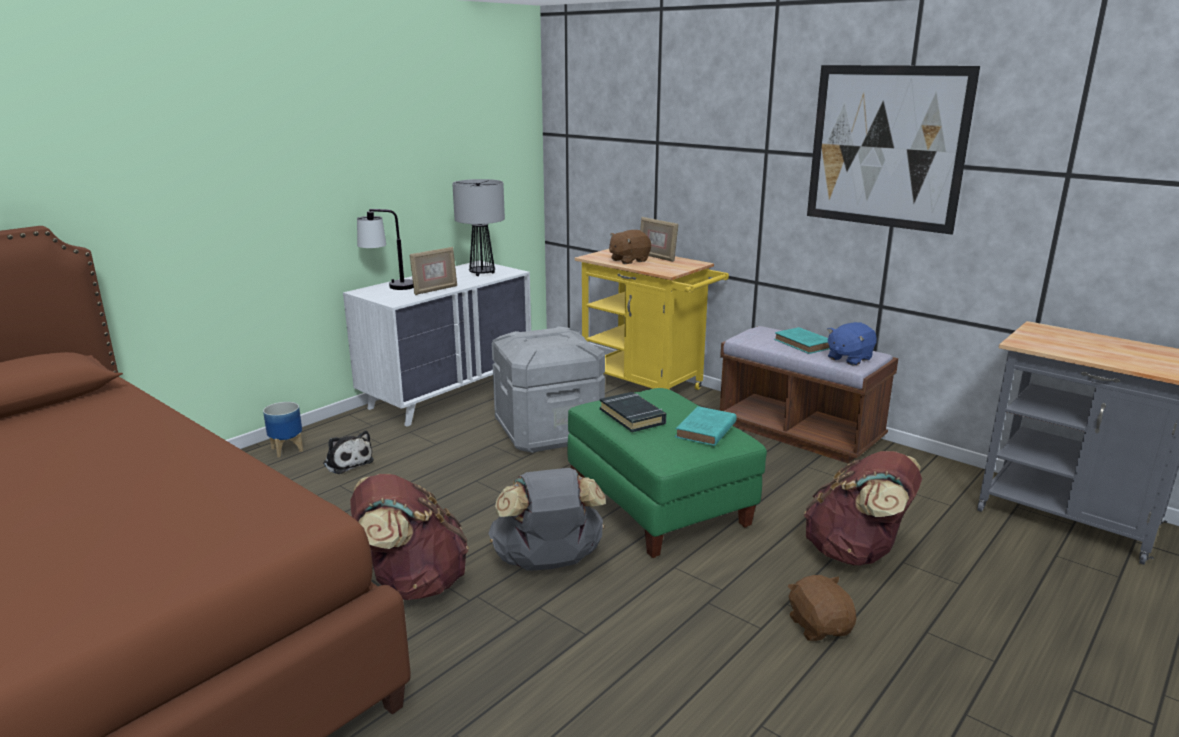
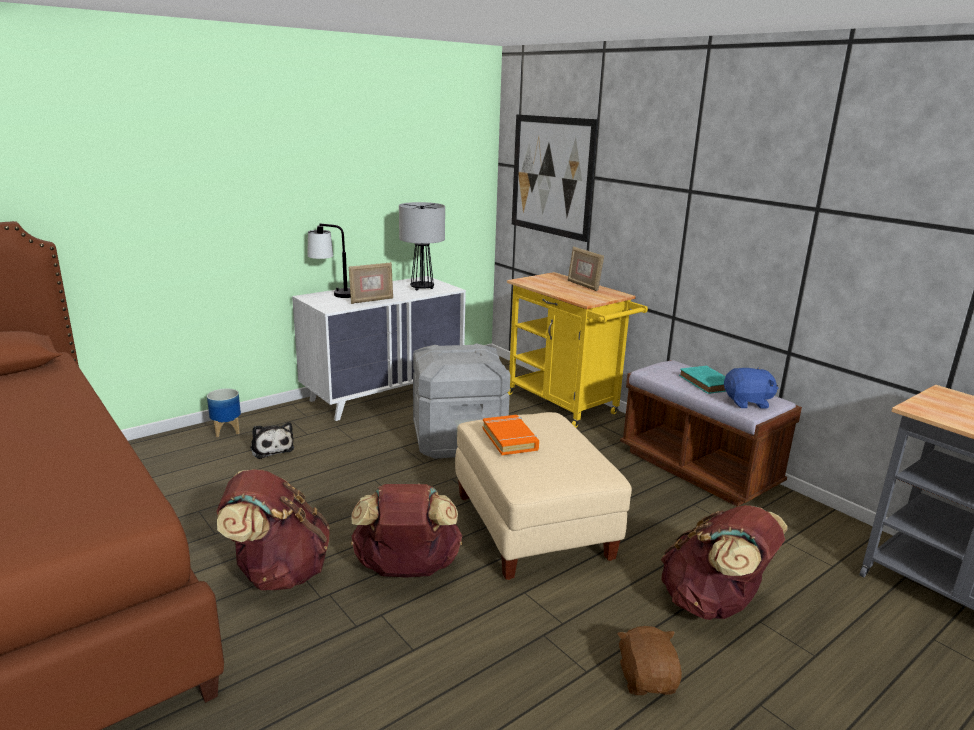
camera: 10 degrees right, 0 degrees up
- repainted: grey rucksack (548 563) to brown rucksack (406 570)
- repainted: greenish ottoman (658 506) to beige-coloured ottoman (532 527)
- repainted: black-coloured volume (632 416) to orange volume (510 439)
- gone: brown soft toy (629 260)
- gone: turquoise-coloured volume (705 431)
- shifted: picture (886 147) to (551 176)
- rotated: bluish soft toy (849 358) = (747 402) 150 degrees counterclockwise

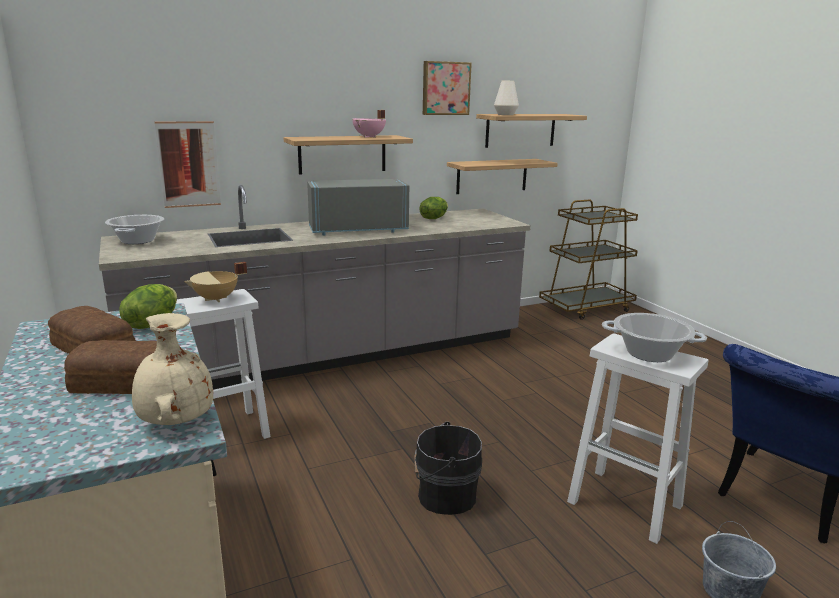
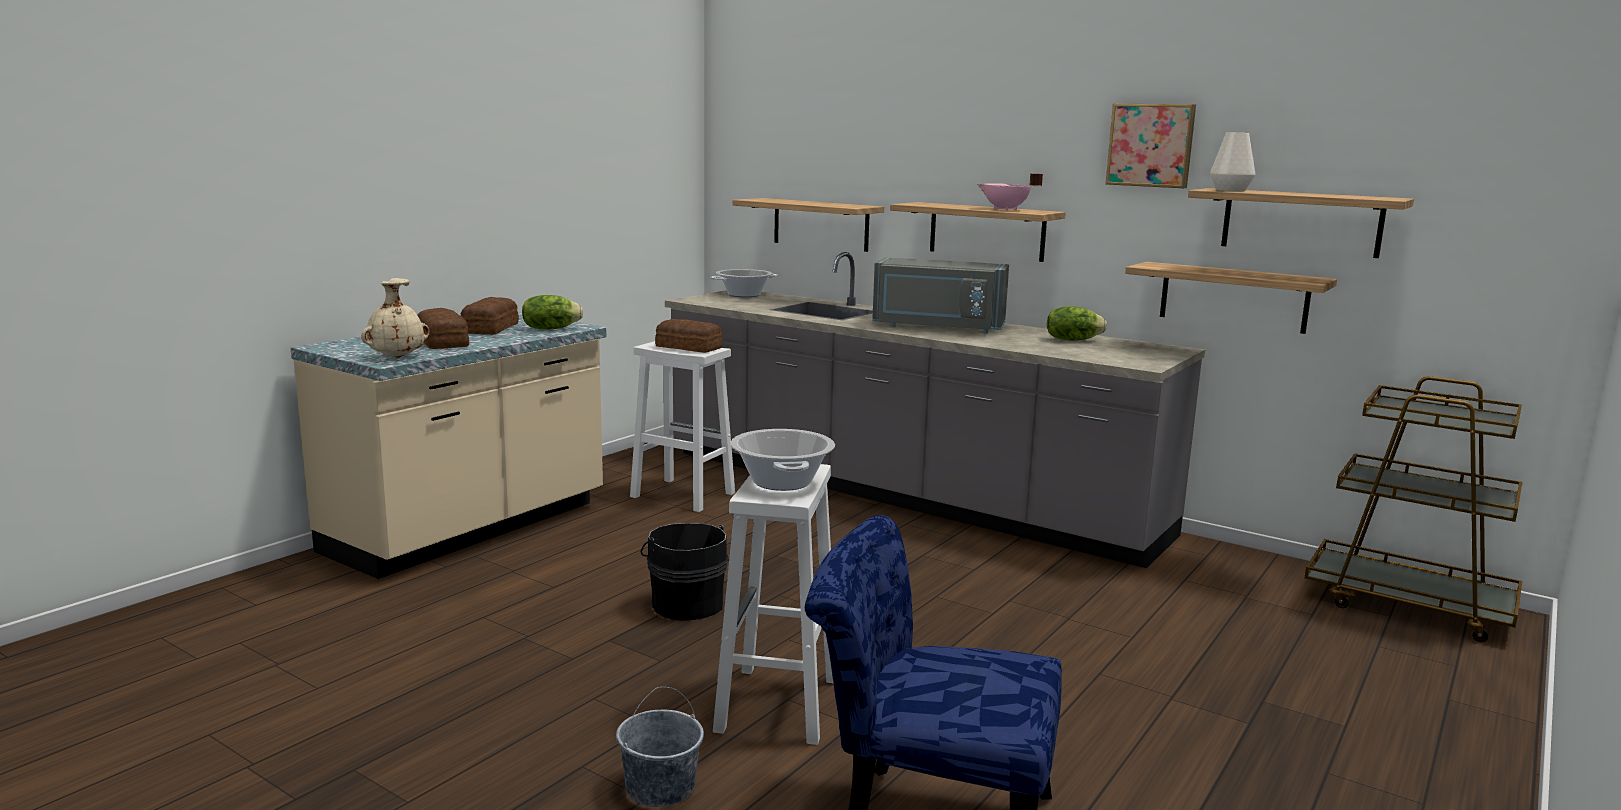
camera: 60 degrees right, 5 degrees down
- swapped: picture (188 164) to shelf (820 224)
- swapped: beige-coloured cooking pot (216 299) to bread (689 347)
- rotated: grey kitchen microwave (357 229) = (937 327) 150 degrees clockwise

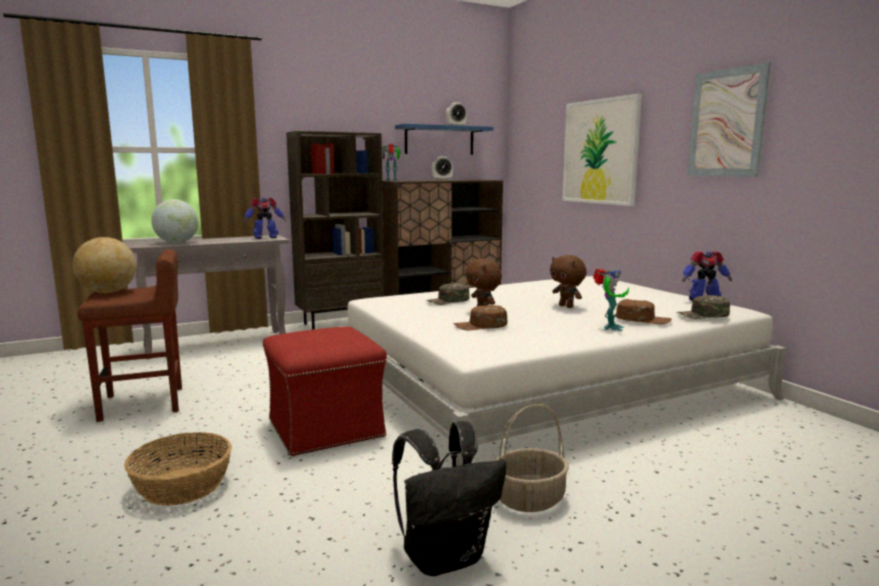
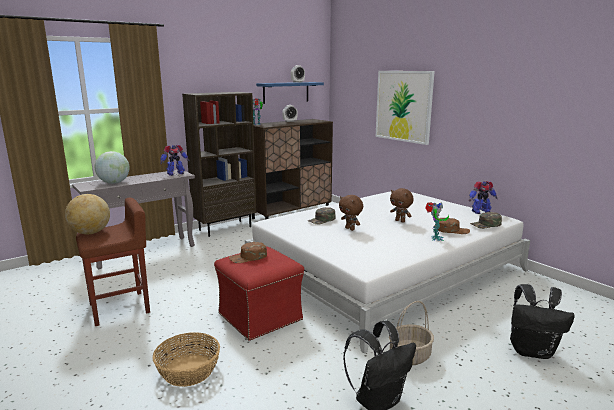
camera: 10 degrees left, 5 degrees up
- shifted: brown peaked cap (480 325) to (248 257)
- gone: picture (727 123)
- new: black-coloured rucksack (532 351)

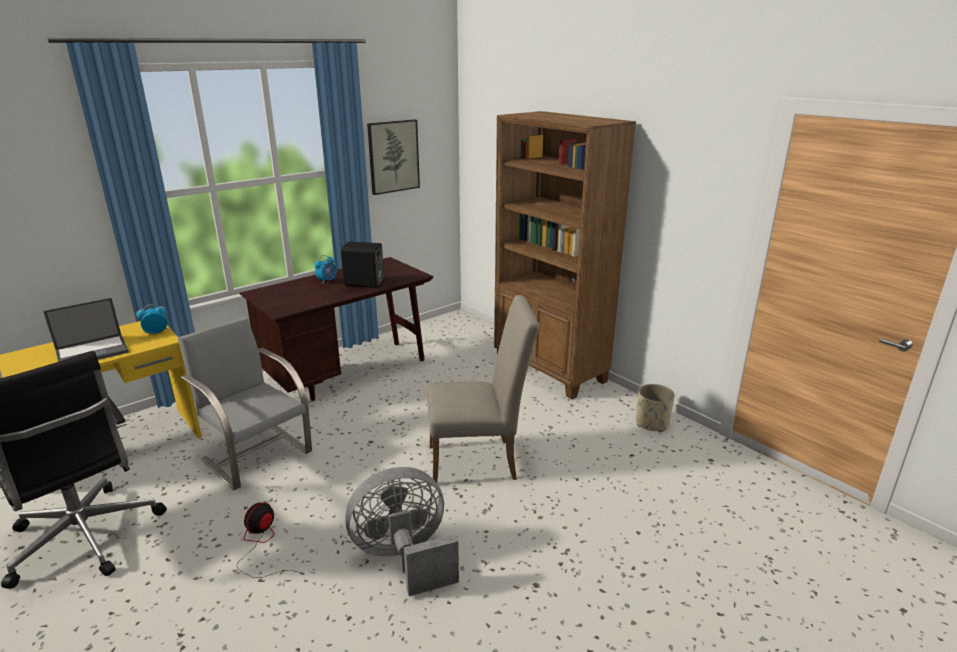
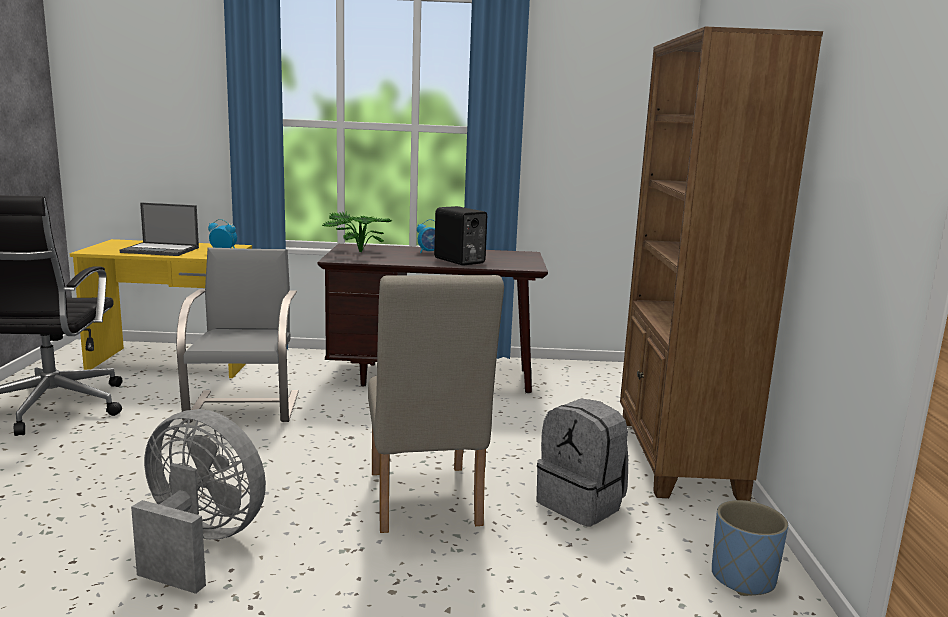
camera: 40 degrees right, 10 degrees down
- gone: electric fan (262 546)
- gone: picture (393 156)
- rotated: beige-coloured plain chair (479 461) = (424 504) 45 degrees clockwise
- repainted: beige-coloured planter (652 423) to bluish planter (743 578)
- new: houseplant (356 252)
- new: grey rucksack (581 504)

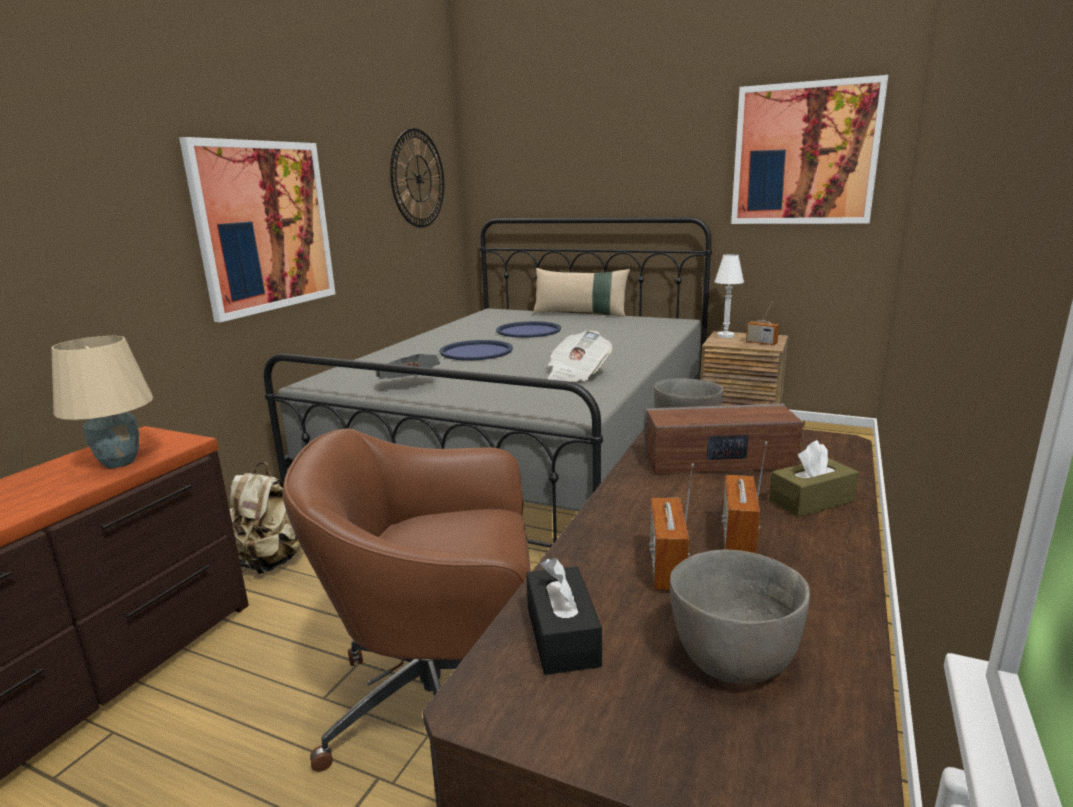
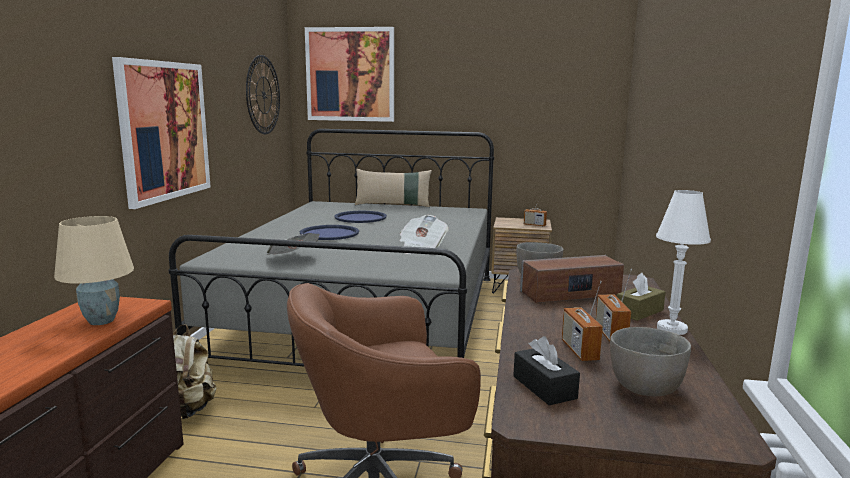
camera: 15 degrees left, 5 degrees down
- shifted: whitish tabletop lamp (725 336) to (672 329)
- shifted: picture (804 154) to (350 74)

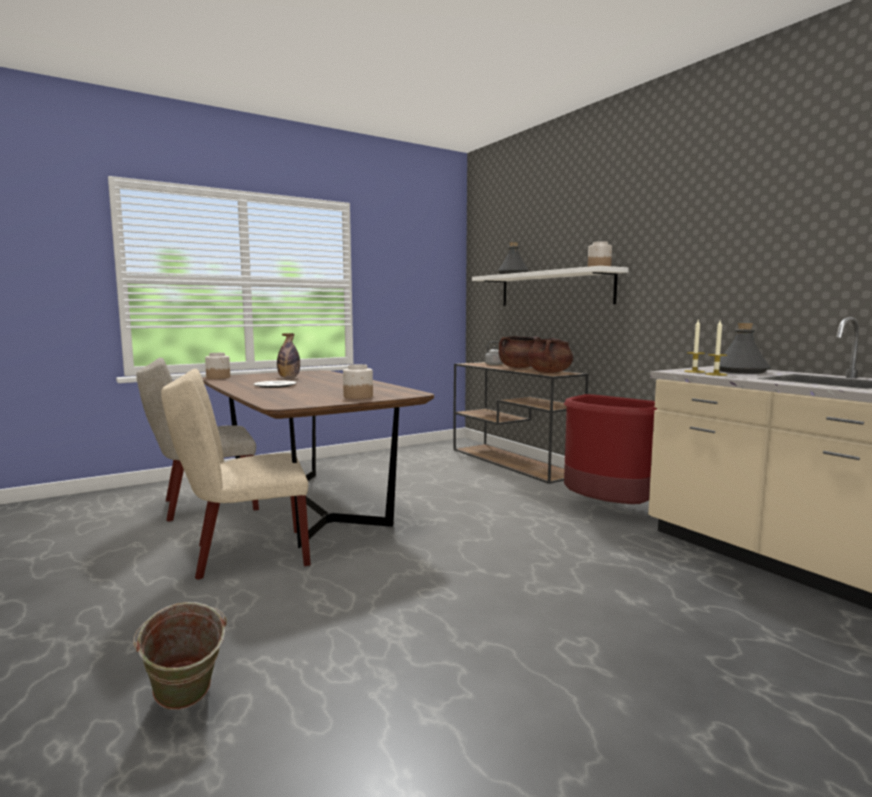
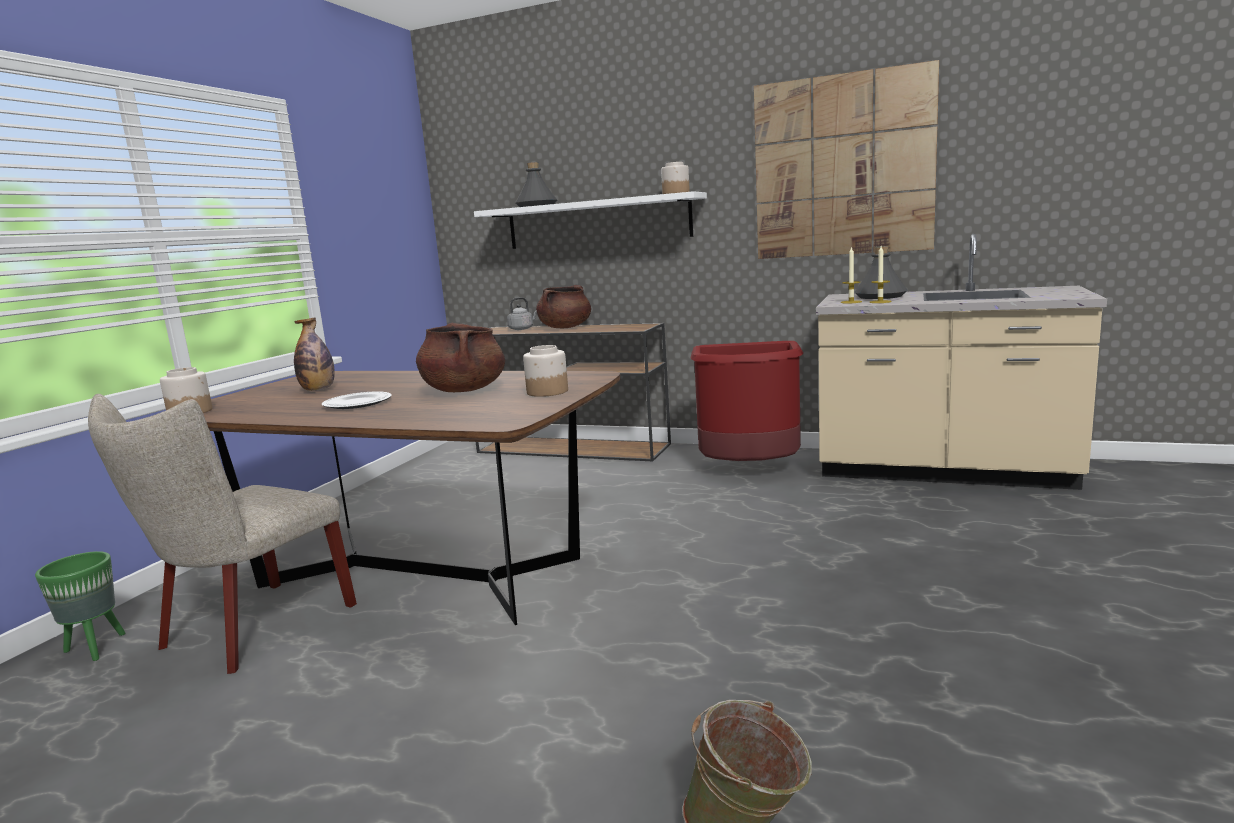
camera: 35 degrees left, 5 degrees up
- gone: beige-coloured plain chair (243 555)
- shifted: brown cooking pot (549 372) to (464 390)
- new: greenish planter (95 648)
- new: picture (842 166)

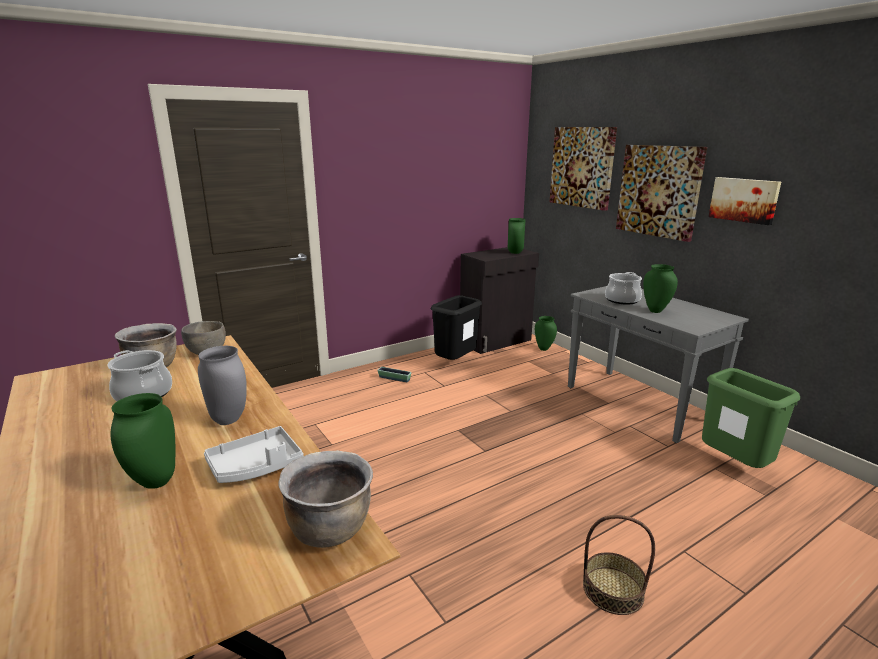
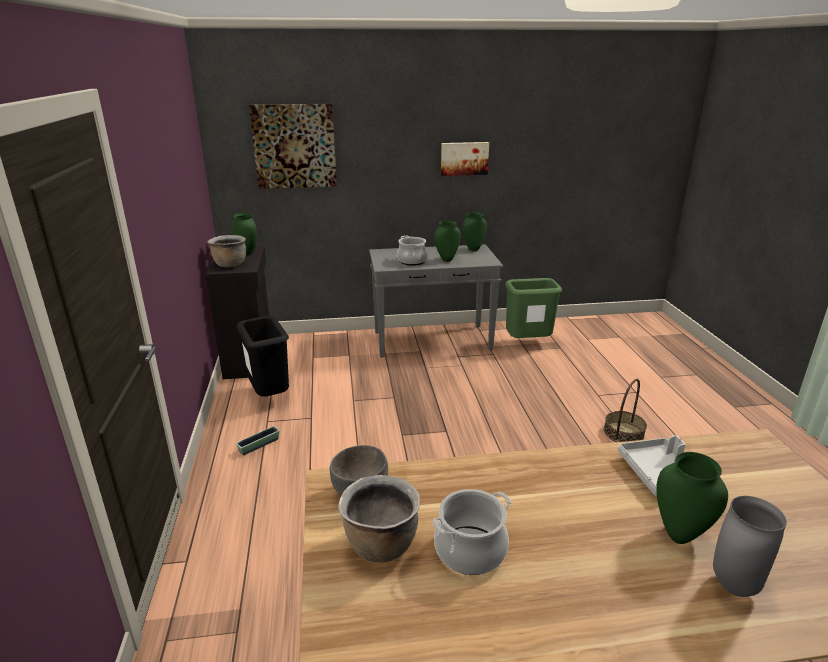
camera: 65 degrees left, 5 degrees up
- shifted: grey vase (230 420) to (732 585)
- shifted: brown cooking pot (330 529) to (230 265)
- shifted: greenish vase (543 349) to (473 250)
- gone: picture (659 191)

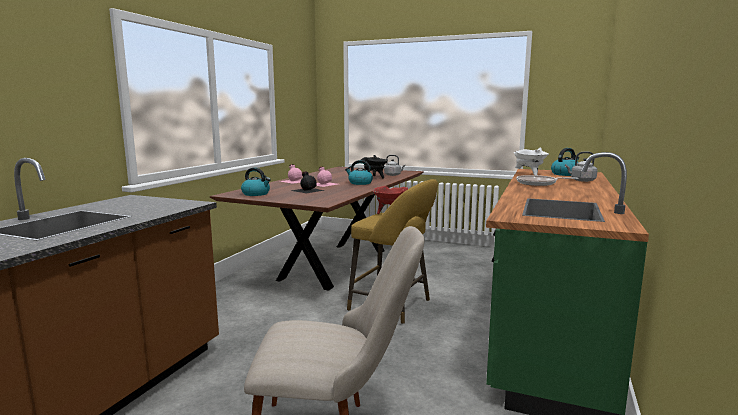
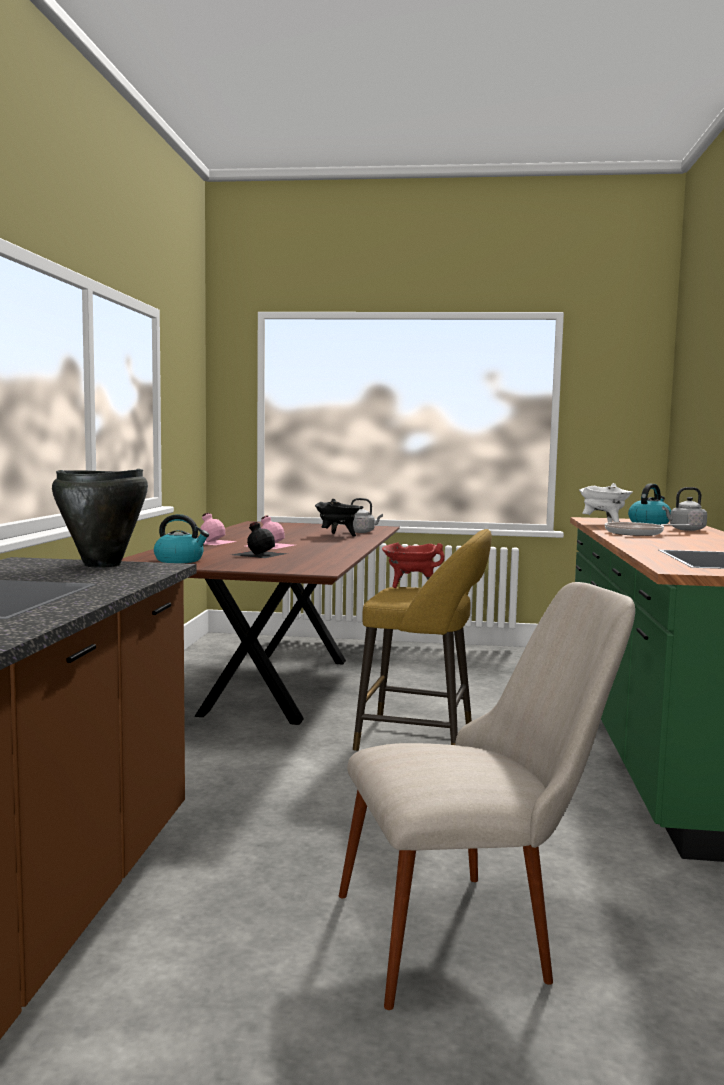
camera: 15 degrees left, 5 degrees down
- gone: water kettle (360 183)
- new: black-coloured cooking pot (102 565)

